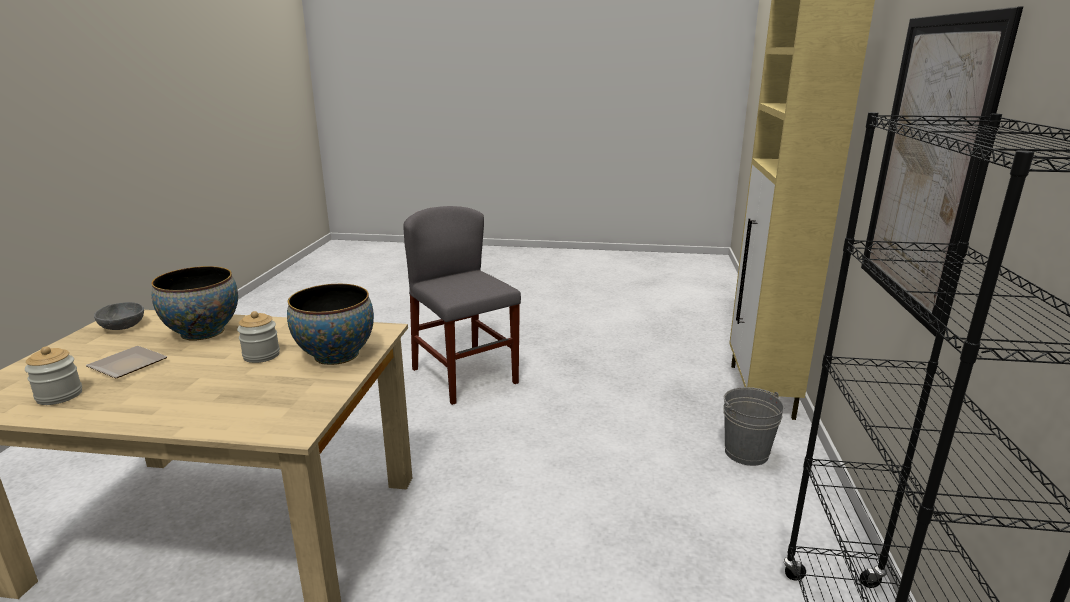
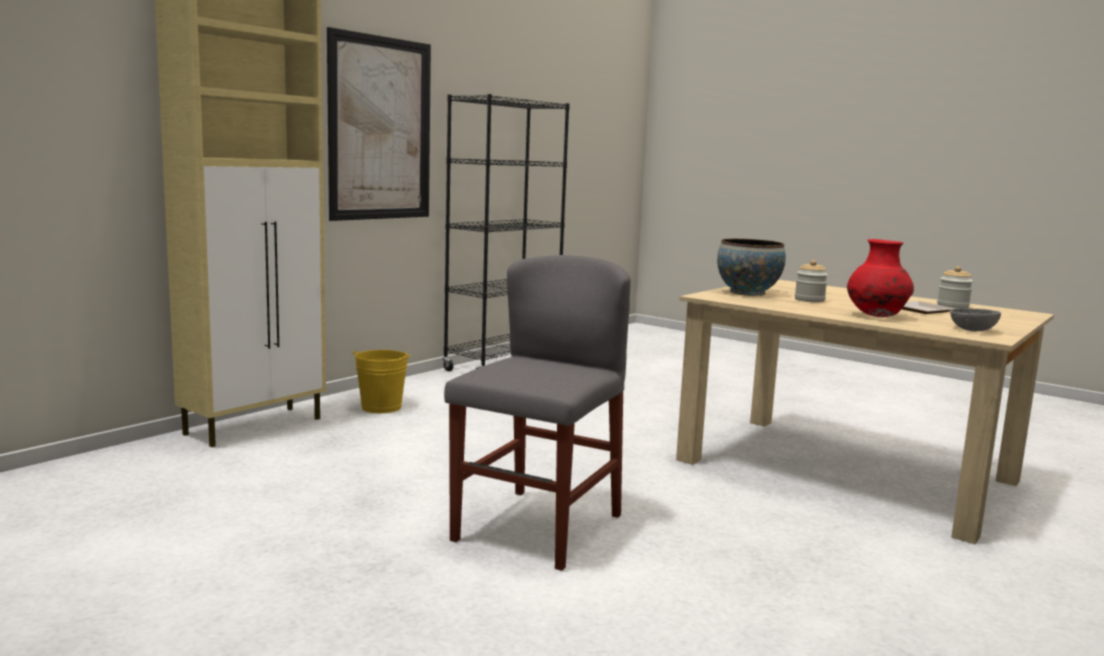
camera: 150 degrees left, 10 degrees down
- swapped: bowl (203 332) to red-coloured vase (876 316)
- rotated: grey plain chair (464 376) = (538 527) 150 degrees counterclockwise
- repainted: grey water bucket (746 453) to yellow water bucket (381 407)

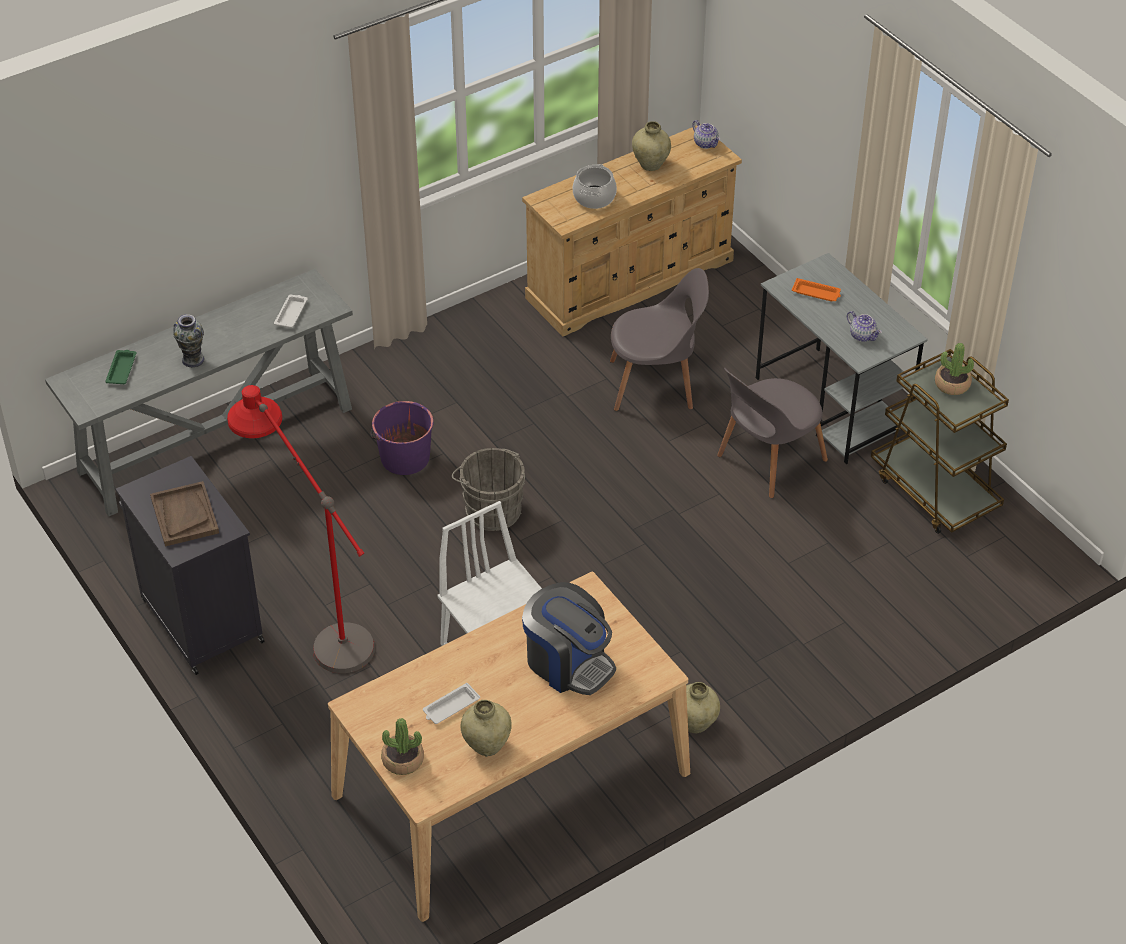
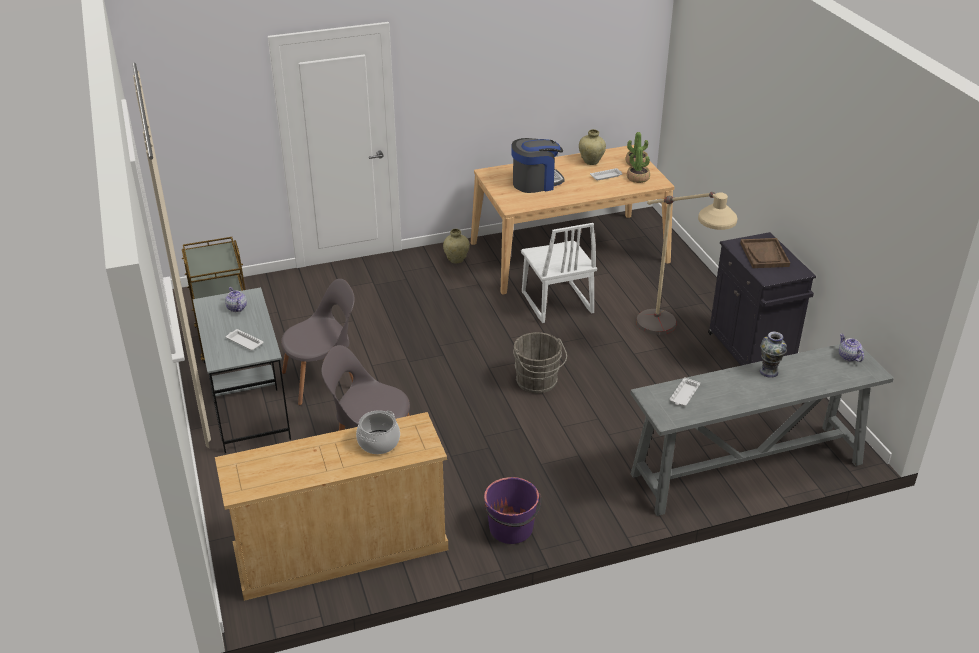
camera: 165 degrees left, 10 degrees down
- gone: greenish tray (122 369)
- repainted: red-coloured floor lamp (317 623) to beige-coloured floor lamp (672 338)
- shifted: purple water bucket (404 457) to (511 529)
- rotated: coffee maker (568 662) = (536 182) 105 degrees clockwise
- gone: beige-coloured vase (650 165)
- shifted: teapot (706 143) to (848 356)
- repainted: orange tray (816 293) to whitish tray (244 342)
- shifted: houseplant (952 384) to (638 178)

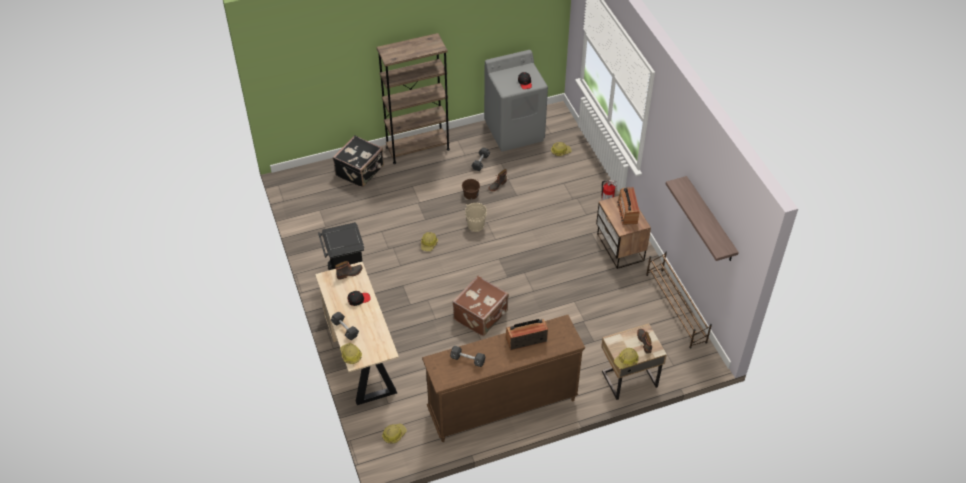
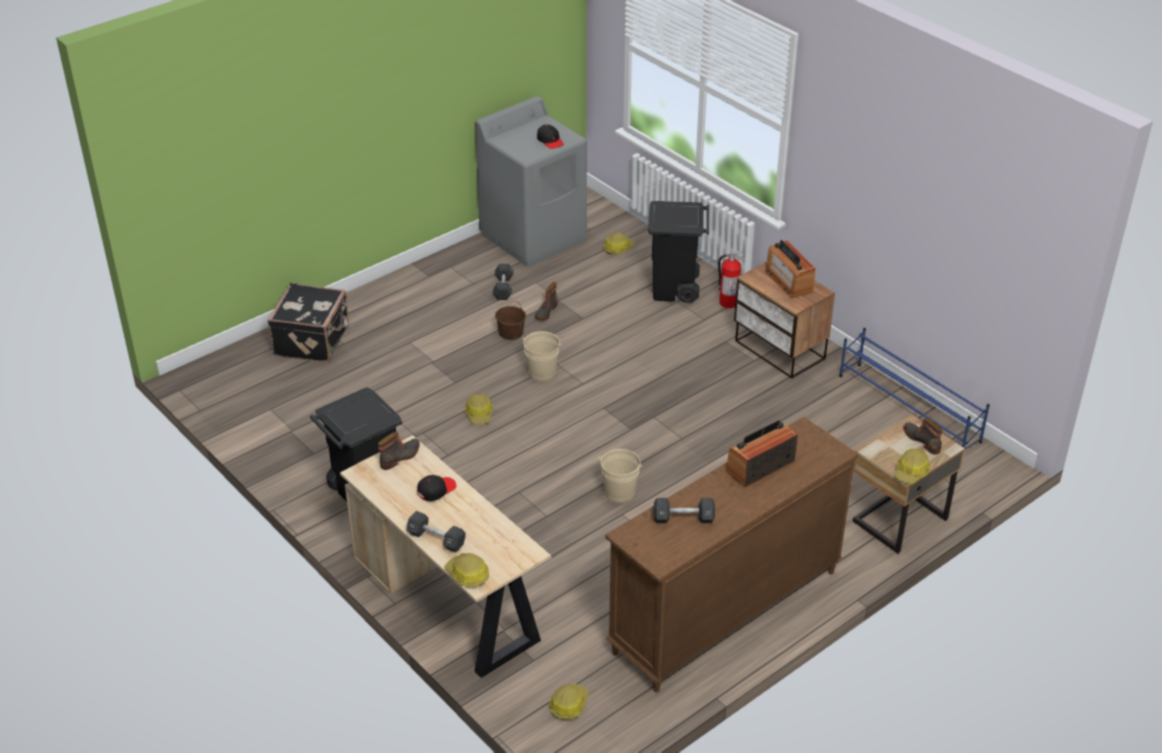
camera: 20 degrees left, 10 degrees down
- gone: brown shelving unit (418 148)
- swapped: brown piece of luggage (481 315) to beige-coloured water bucket (619 492)
- repainted: brown shoe rack (675 308) to bluish shoe rack (909 409)
- gone: shelf (710 220)
- new: black-coloured rubbish bin (675 289)

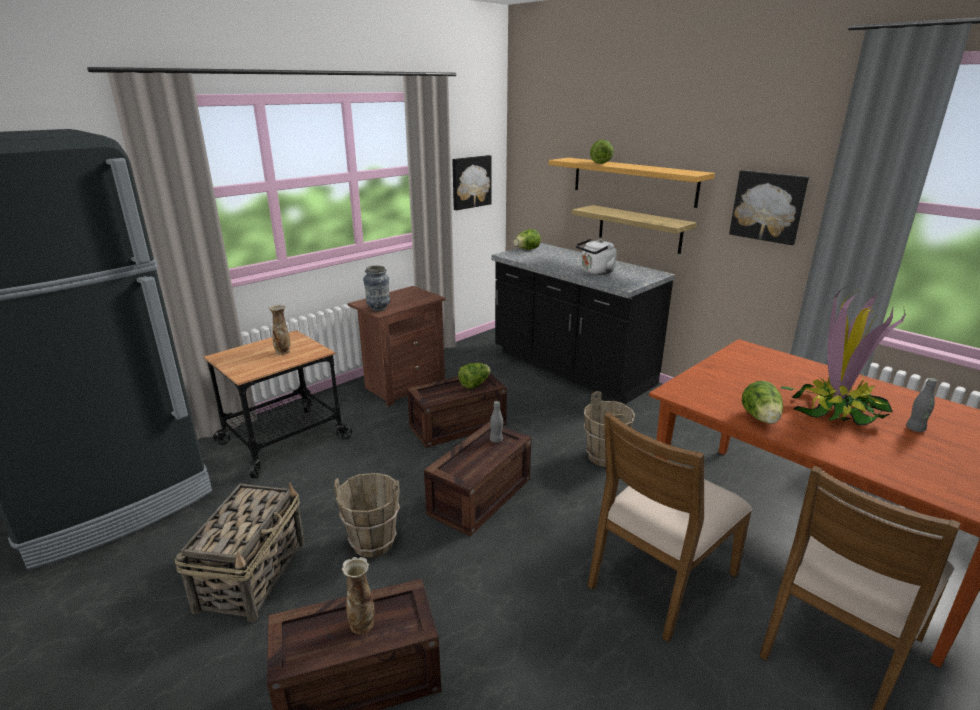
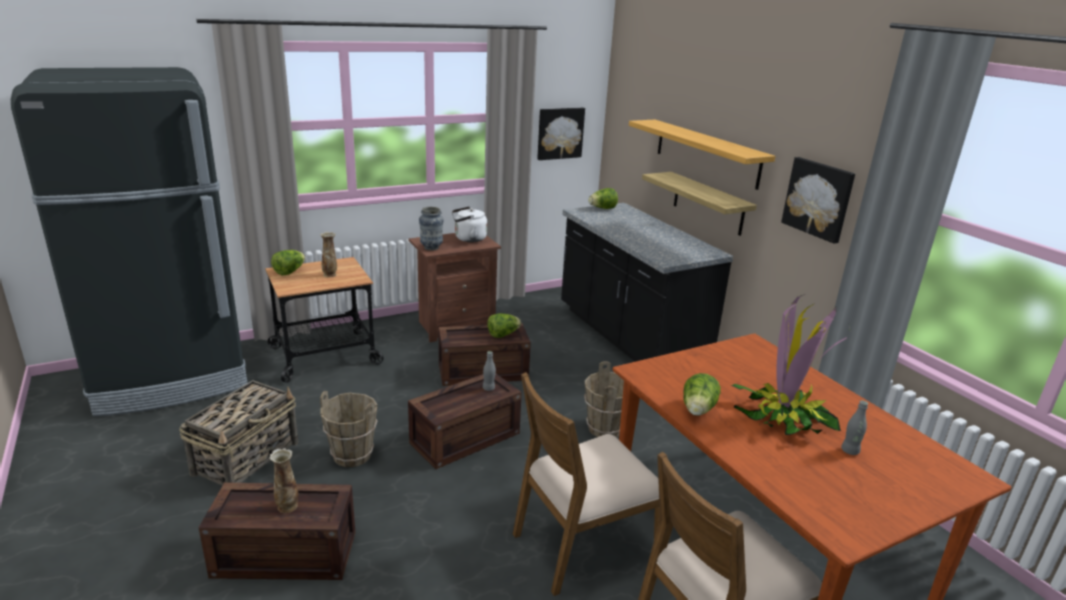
camera: 15 degrees right, 0 degrees up
- shifted: whitish water kettle (596 272) to (468 239)
- shifted: lettuce (600 162) to (289 272)

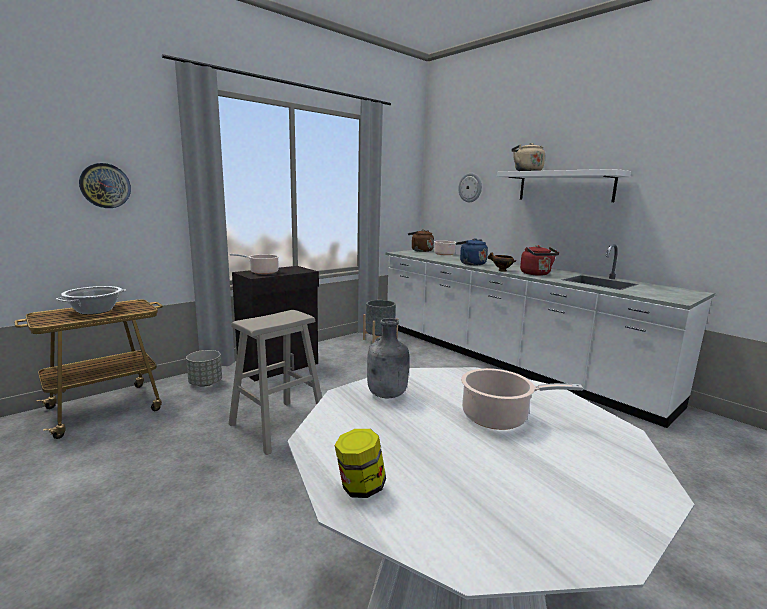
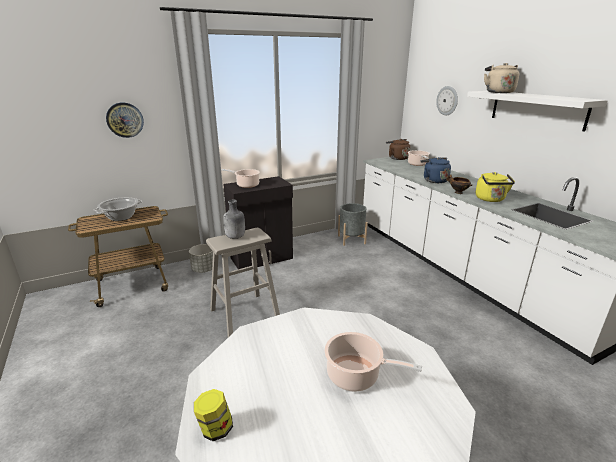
camera: 15 degrees right, 10 degrees up
- shifted: grey bottle (387 395) to (235 237)
- repainted: red-coloured water kettle (536 274) to yellow water kettle (491 199)

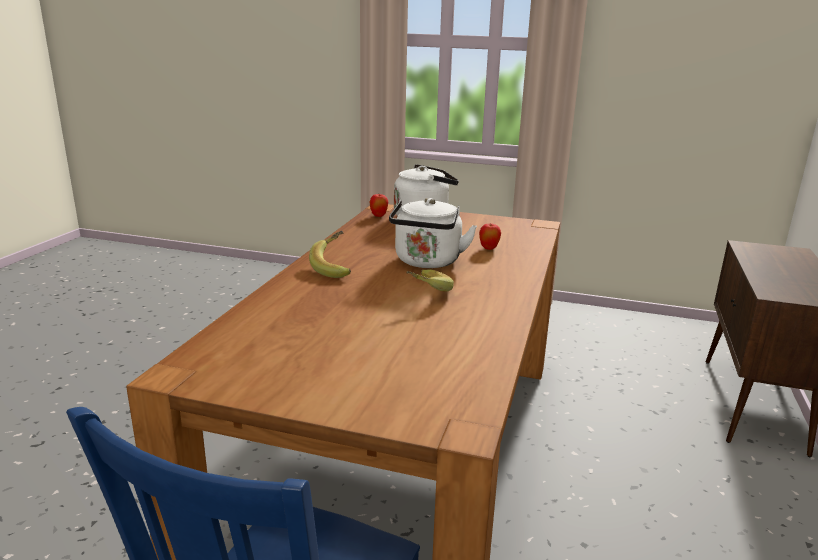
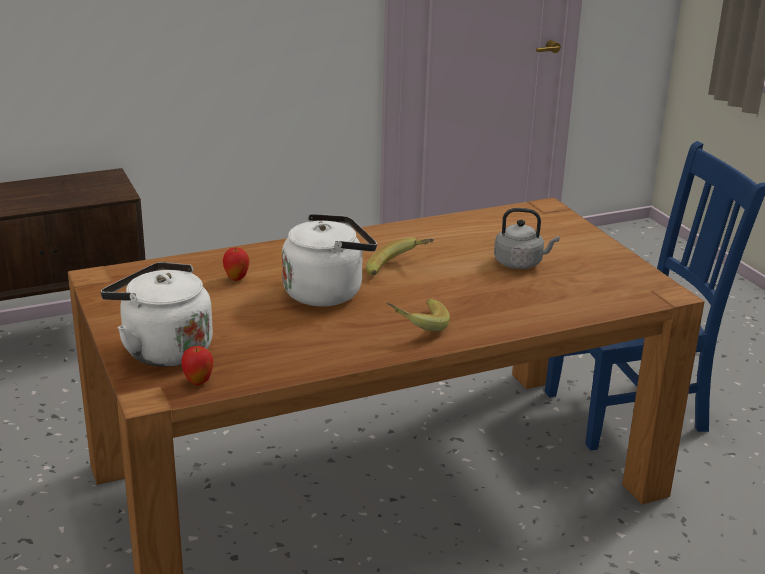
camera: 130 degrees left, 5 degrees up
- new: grey water kettle (520 263)

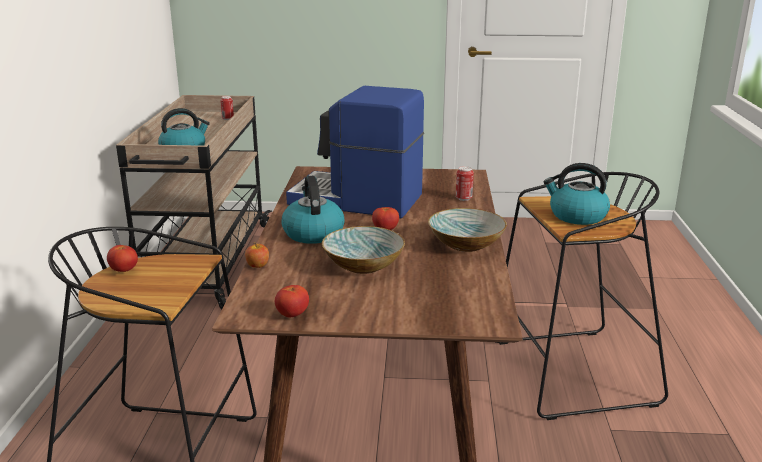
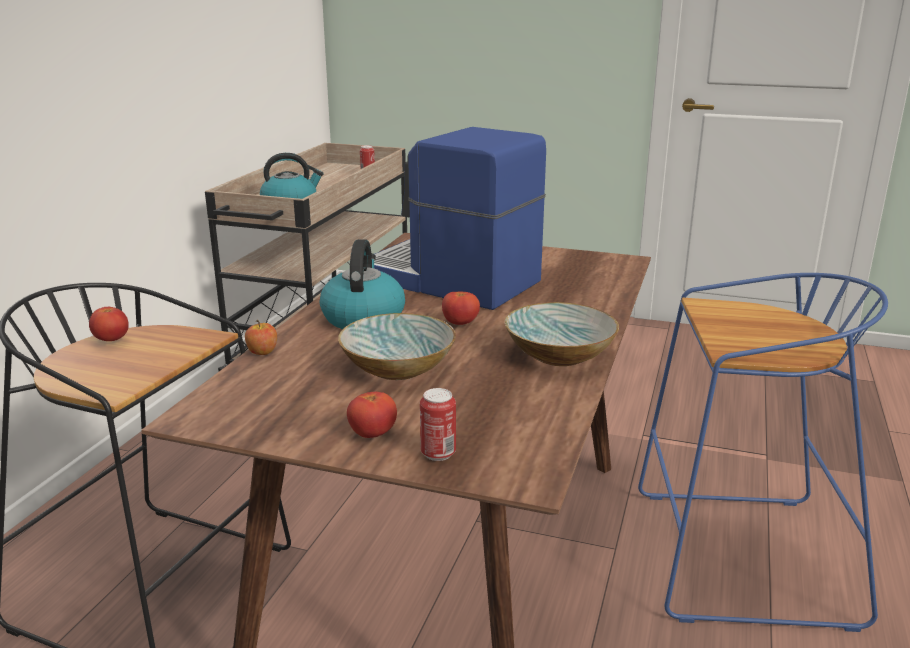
camera: 15 degrees right, 0 degrees up
- shifted: fresh tomato (292 315) to (372 434)
- shifted: can (463 198) to (438 454)
- repainted: black-coloured stool (570 374) to bluish stool (737 558)
- gone: water kettle (576 216)

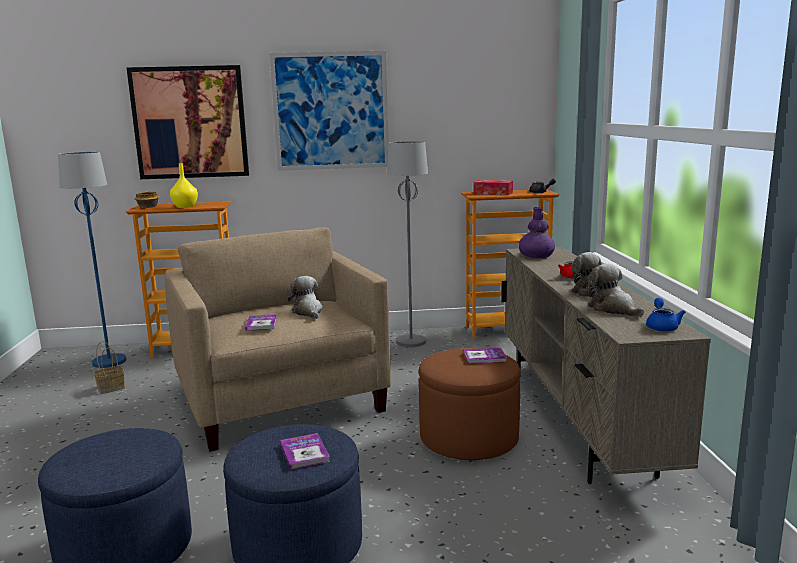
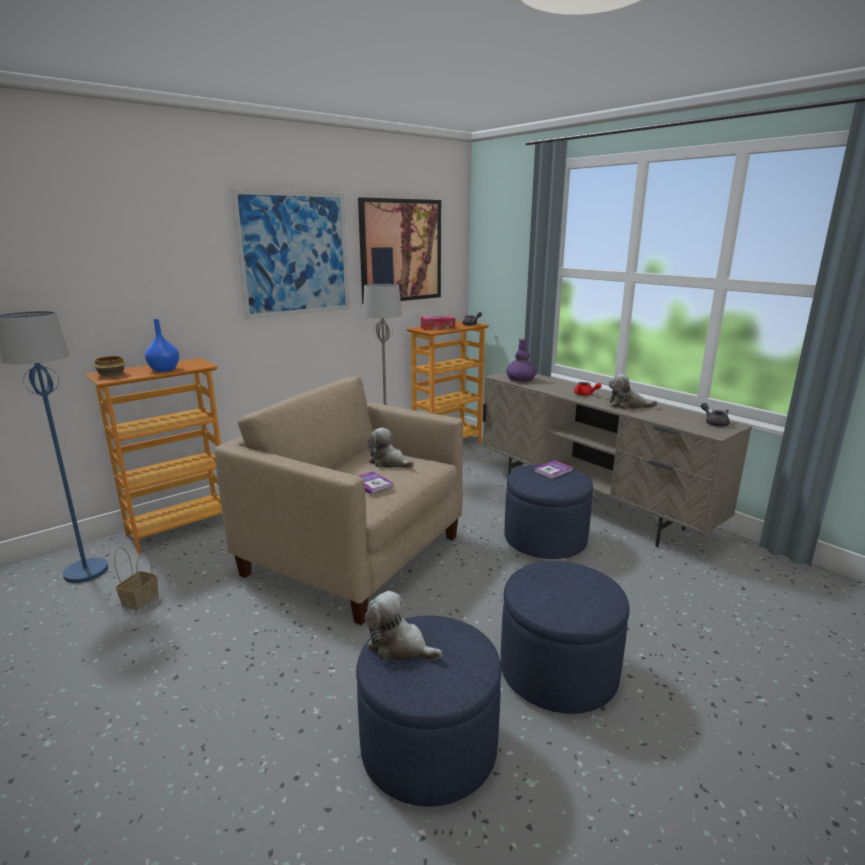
camera: 35 degrees left, 5 degrees up
- shifted: picture (190 122) to (401 251)
- repainted: yellow vase (185 206) to bluish vase (163 370)
- gone: volume (304 453)
- repainted: brown ottoman (469 438) to bluish ottoman (545 539)
- shifted: soft toy (613 309) to (399 646)
- repainted: bluish teapot (662 326) to grey teapot (714 423)

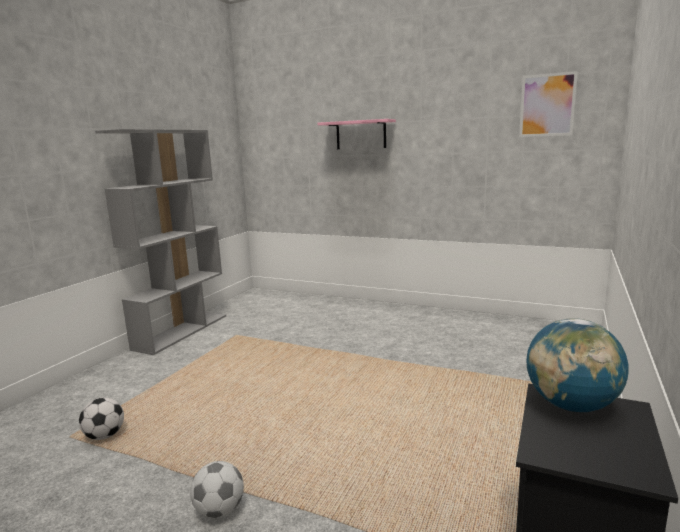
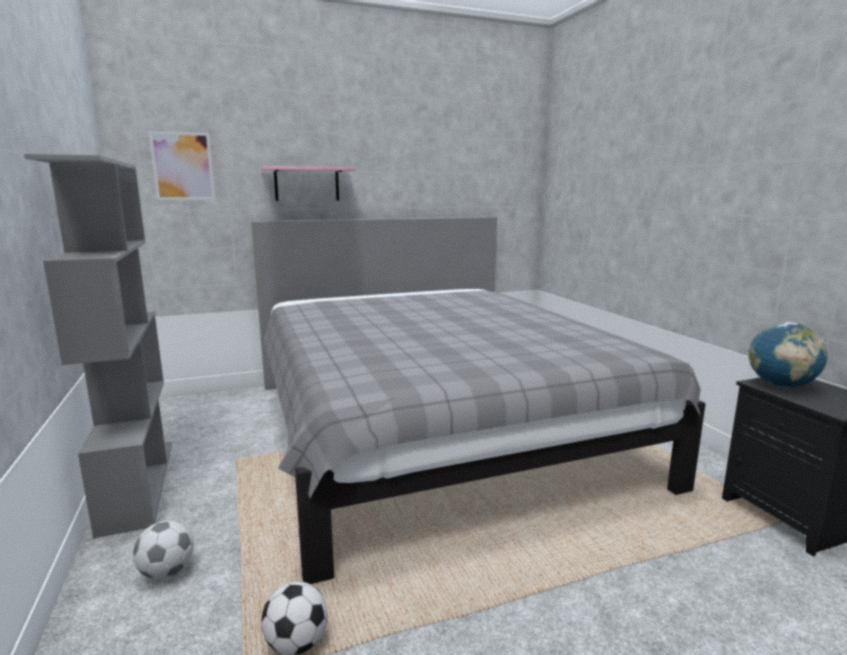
camera: 45 degrees left, 0 degrees up
- shifted: football ball (219 510) to (167 572)
- shifted: picture (547 105) to (183 166)
- new: grey bedroom bed (433 430)

